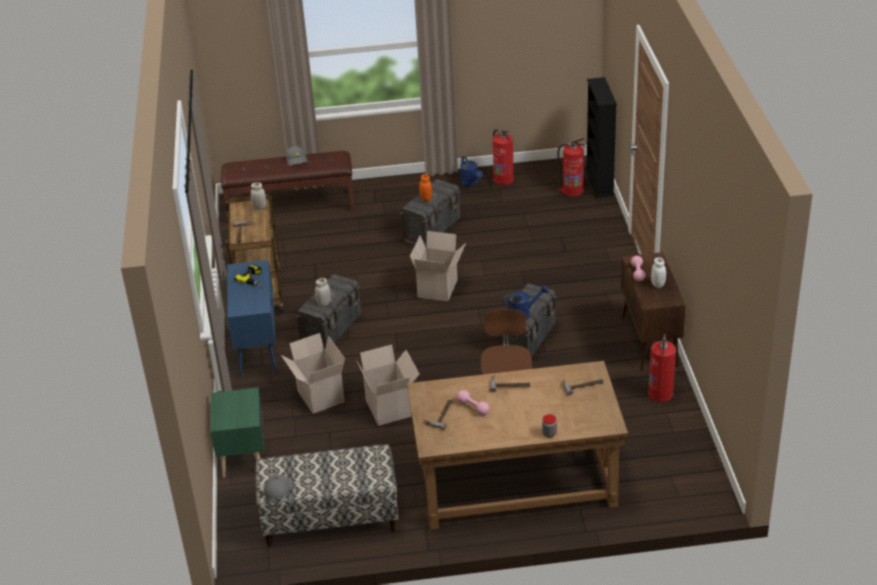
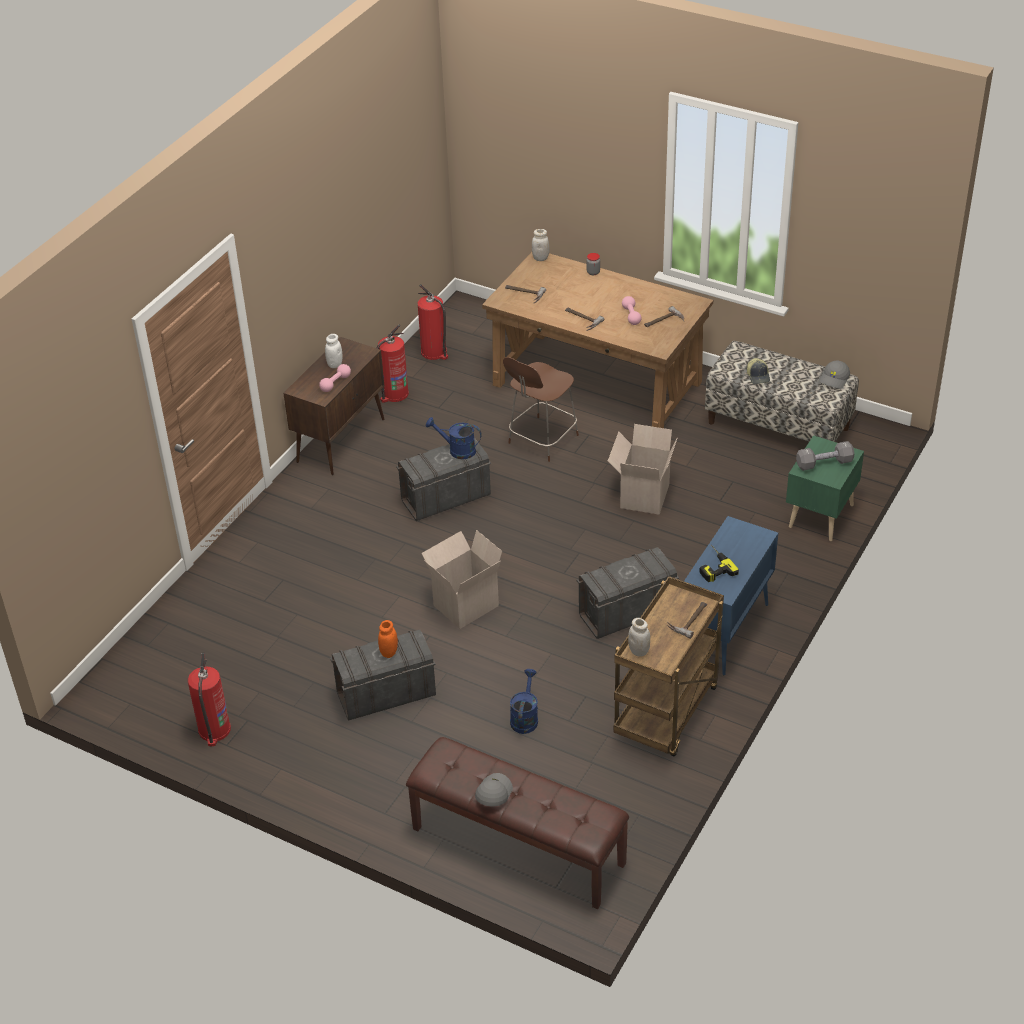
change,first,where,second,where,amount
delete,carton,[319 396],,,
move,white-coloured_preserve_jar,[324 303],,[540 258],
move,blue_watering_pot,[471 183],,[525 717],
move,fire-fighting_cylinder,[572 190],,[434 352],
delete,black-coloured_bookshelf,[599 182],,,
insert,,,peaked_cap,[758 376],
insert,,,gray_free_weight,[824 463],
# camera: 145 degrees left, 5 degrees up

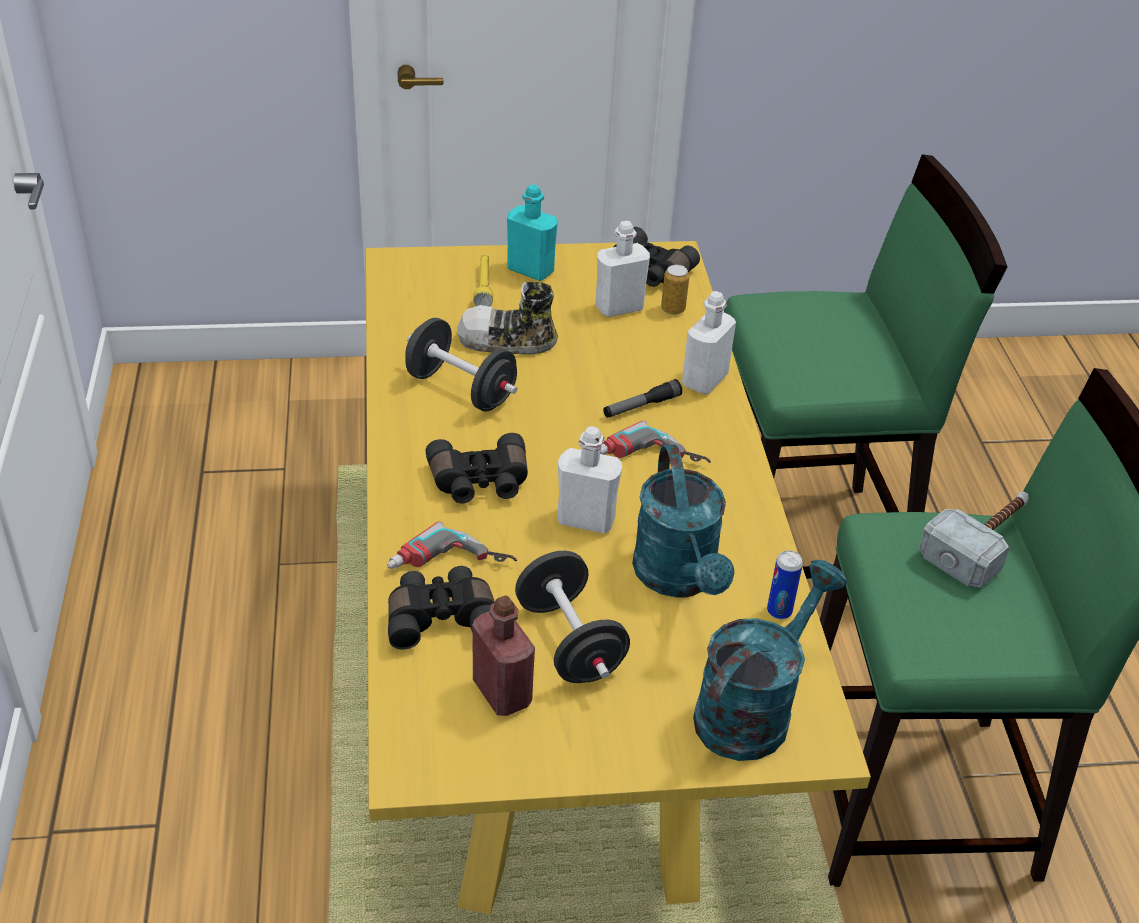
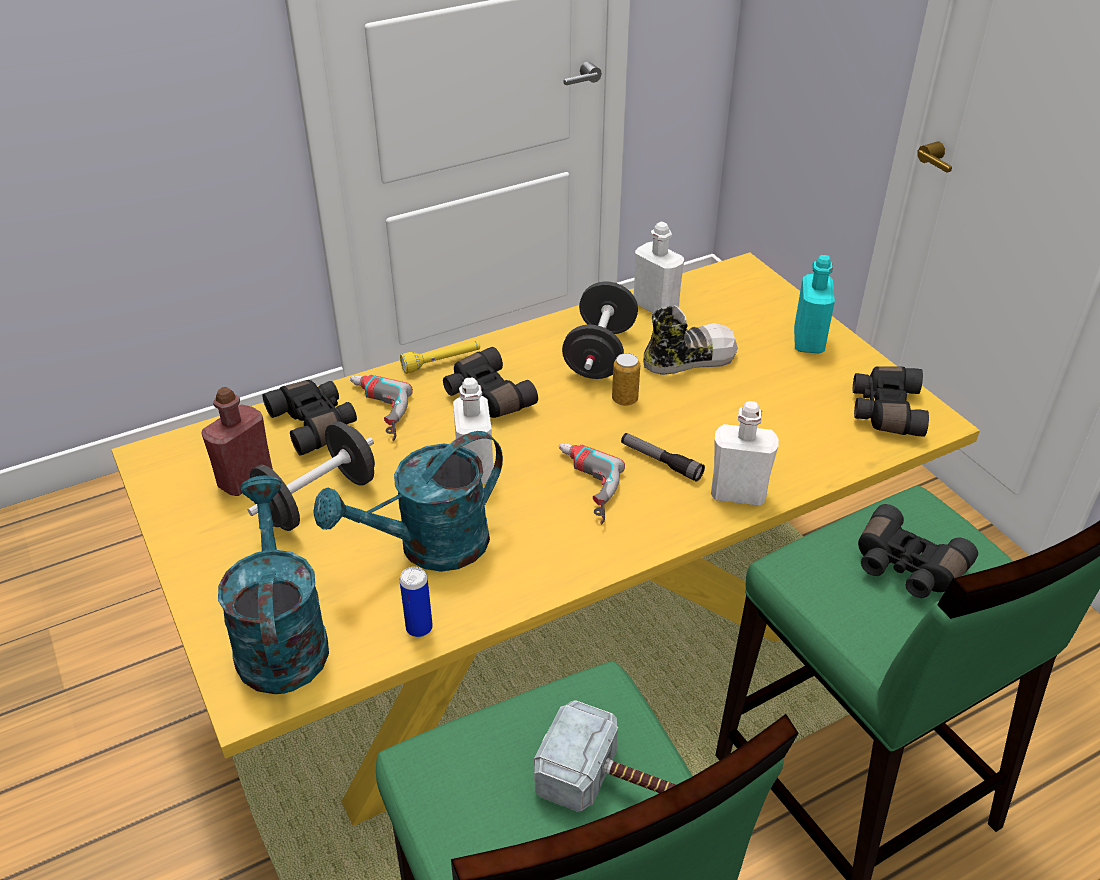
change,first,where,second,where,amount
rotate,low_shoe,[507 341],,[688 358],90 degrees clockwise
move,yellow_flashlight,[483 286],,[442 362],
move,white-coloured_beverage_bottle,[619 307],,[655 306],
move,can,[673 309],,[624 399],
rotate,turquoise-coloured_watering_pot,[752 708],,[280 637],120 degrees counterclockwise
insert,,,black-coloured_field_glasses,[905 567],
# camera: 70 degrees right, 0 degrees up

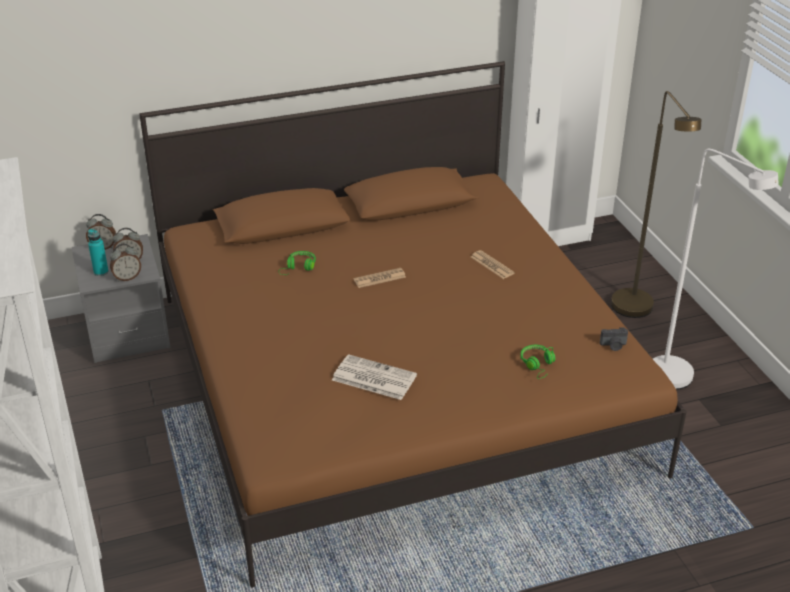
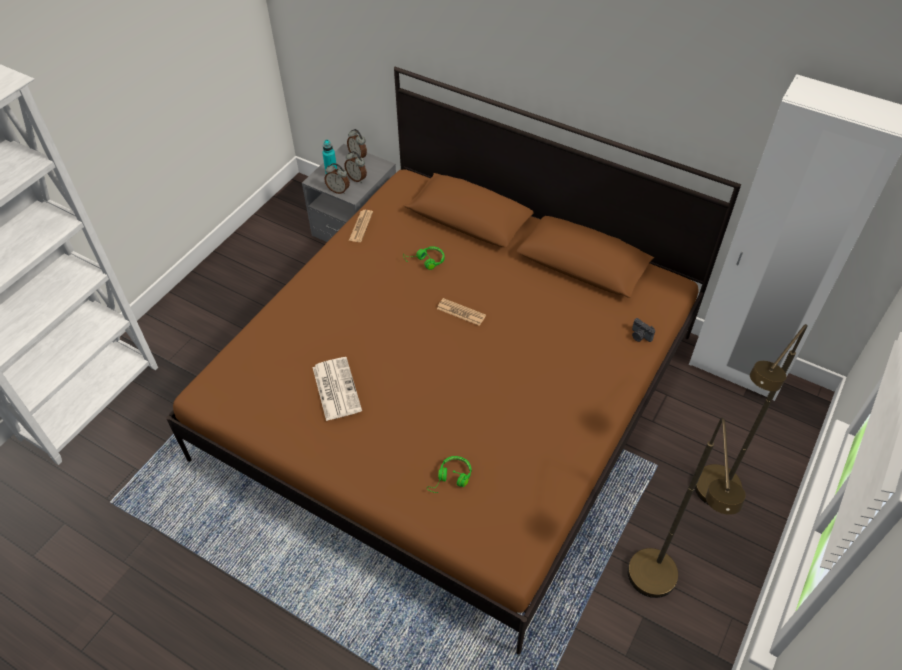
change,first,where,second,where,amount
move,daily_paper,[492 265],,[361 226],
move,still_camera,[613 346],,[640 336],
recolor,white-coloured_floor_lamp,[681 381],brown_floor_lamp,[653 588],
# camera: 50 degrees right, 15 degrees up

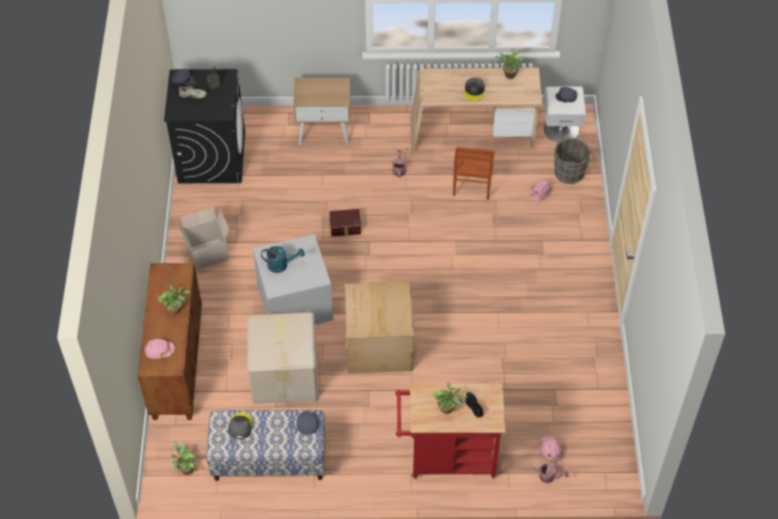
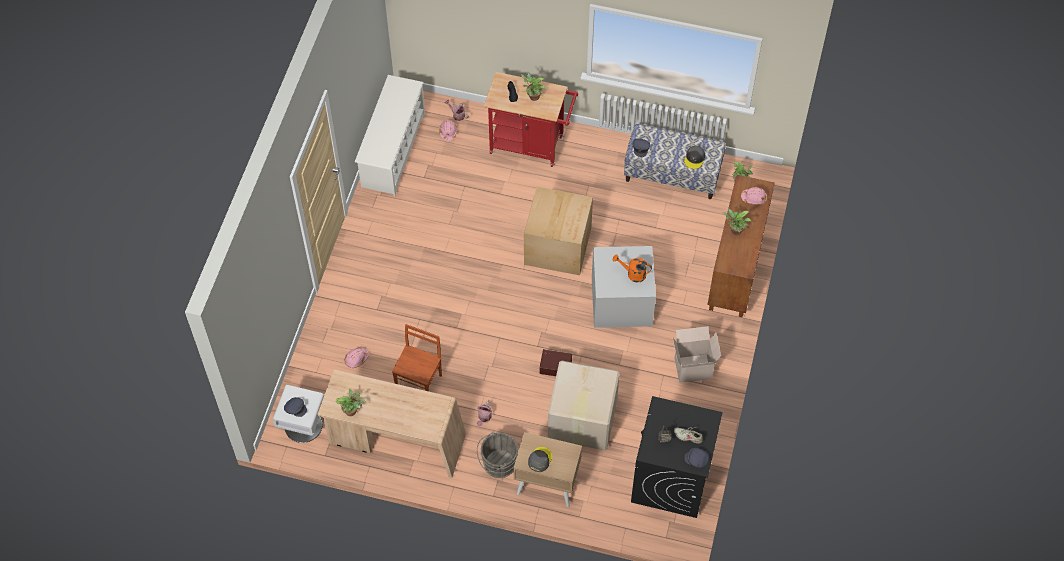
change,first,where,second,where,amount
move,carton,[285 374],,[581 419],
recolor,turquoise-coloured_watering_pot,[281 265],orangey_watering_pot,[633 274],
move,gray_peaked_cap,[474 91],,[539 459],
move,gray_pail,[570 171],,[497 464],
insert,,,white-coloured_shoe_rack,[393 150],
# camera: 165 degrees left, 5 degrees up

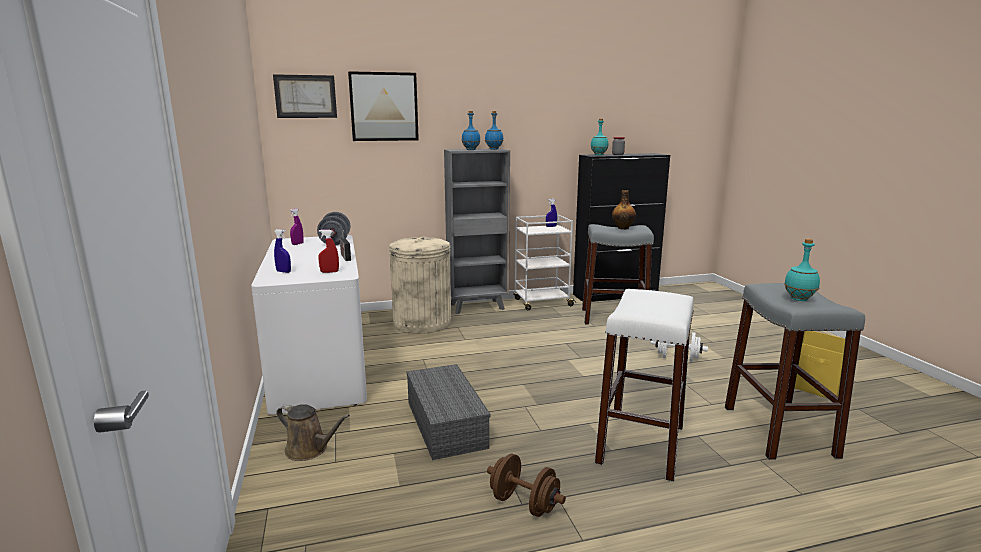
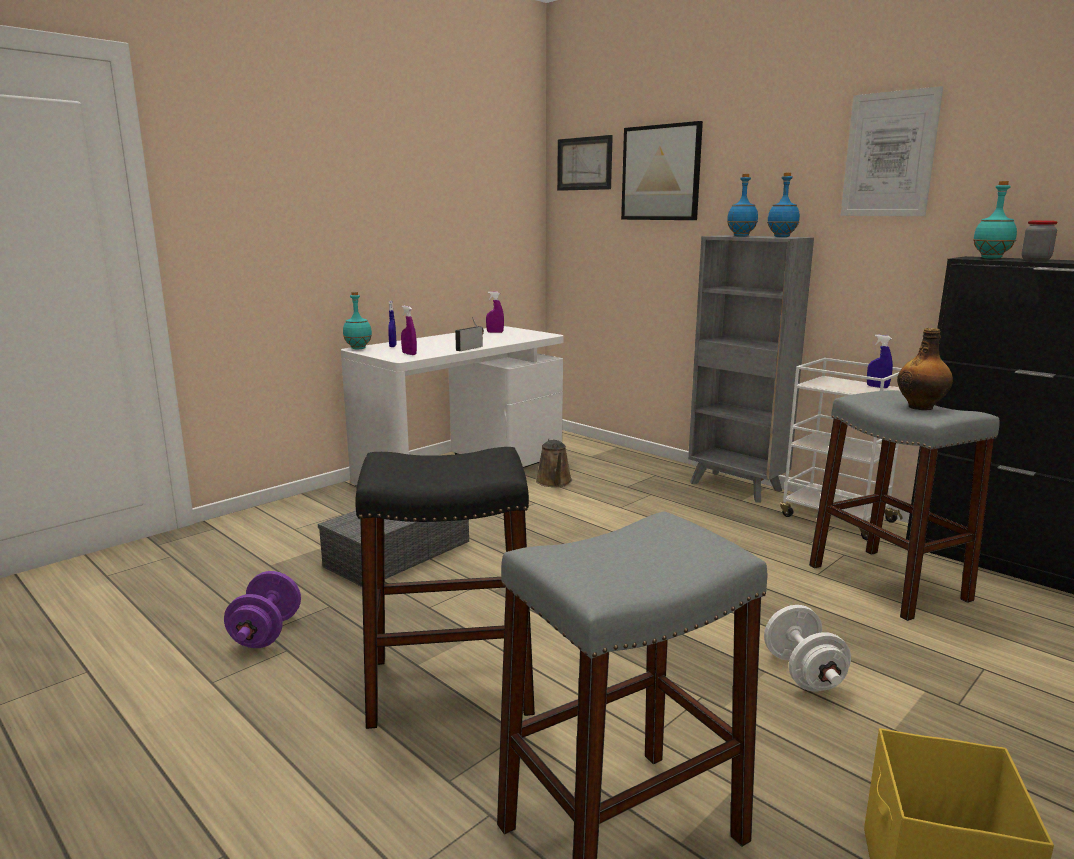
change,first,where,second,where,amount
move,brown_watering_pot,[309 450],,[554 482],
delete,gray_free_weight,[335 242],,,
recolor,red_sprayer,[329 272],purplish_sprayer,[409 354],
delete,beige_trash_can,[422 322],,,
recolor,brown_free_weight,[524 504],purplish_free_weight,[266 633],
recolor,white-coloured_stool_seat,[641 444],black-coloured_stool_seat,[450 685],
move,turquoise-coloured_beverage_bottle,[799 299],,[358 348],
insert,,,wall_art,[889 154],
# camera: 60 degrees right, 0 degrees up

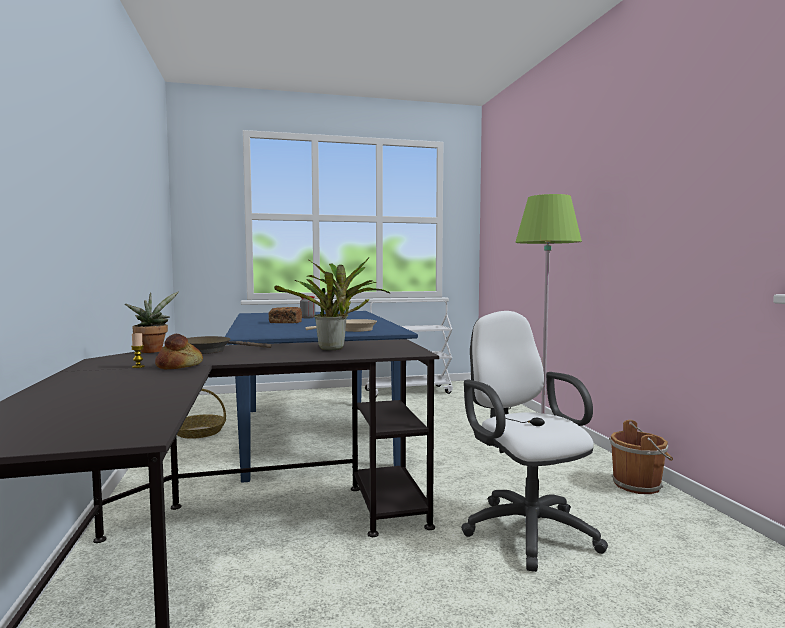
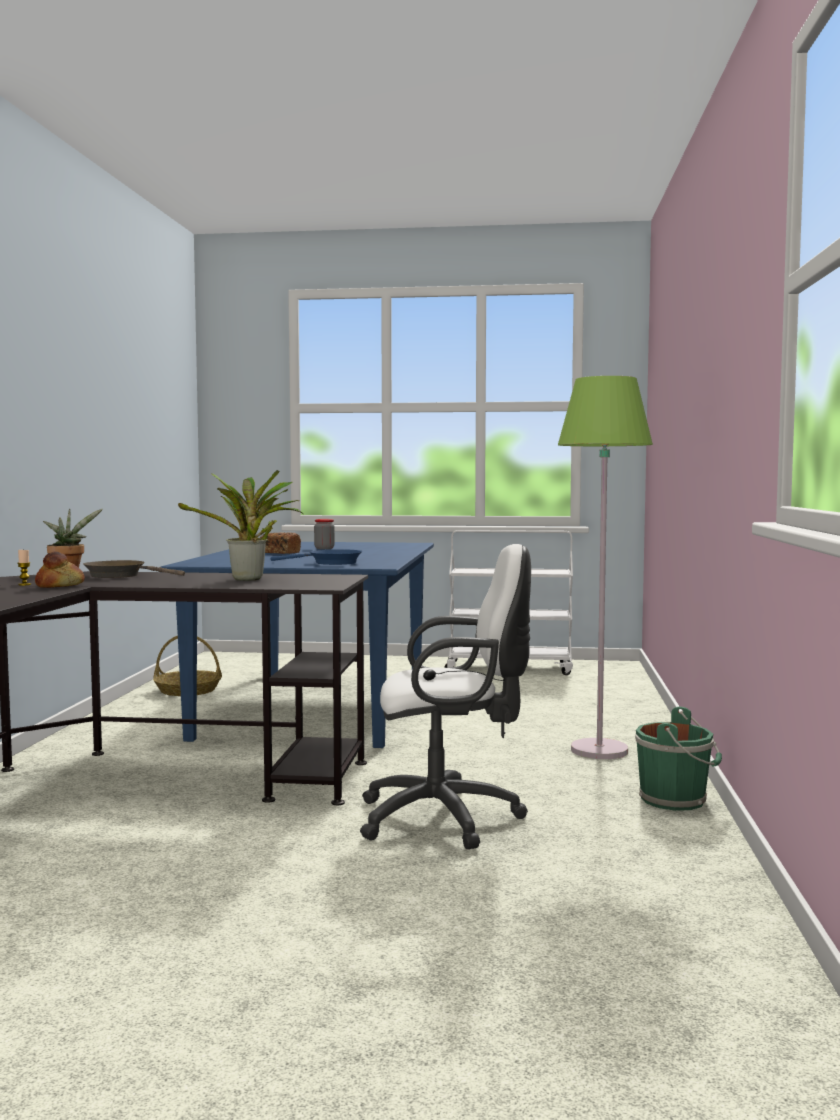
change,first,where,second,where,amount
recolor,beige_frying_pan,[352 330],blue_frying_pan,[330 563],
rotate,white-coloured_computer_chair,[525 528],,[448 818],90 degrees clockwise
recolor,brown_pail,[639 485],greenish_pail,[676 800],
# camera: 20 degrees right, 0 degrees up

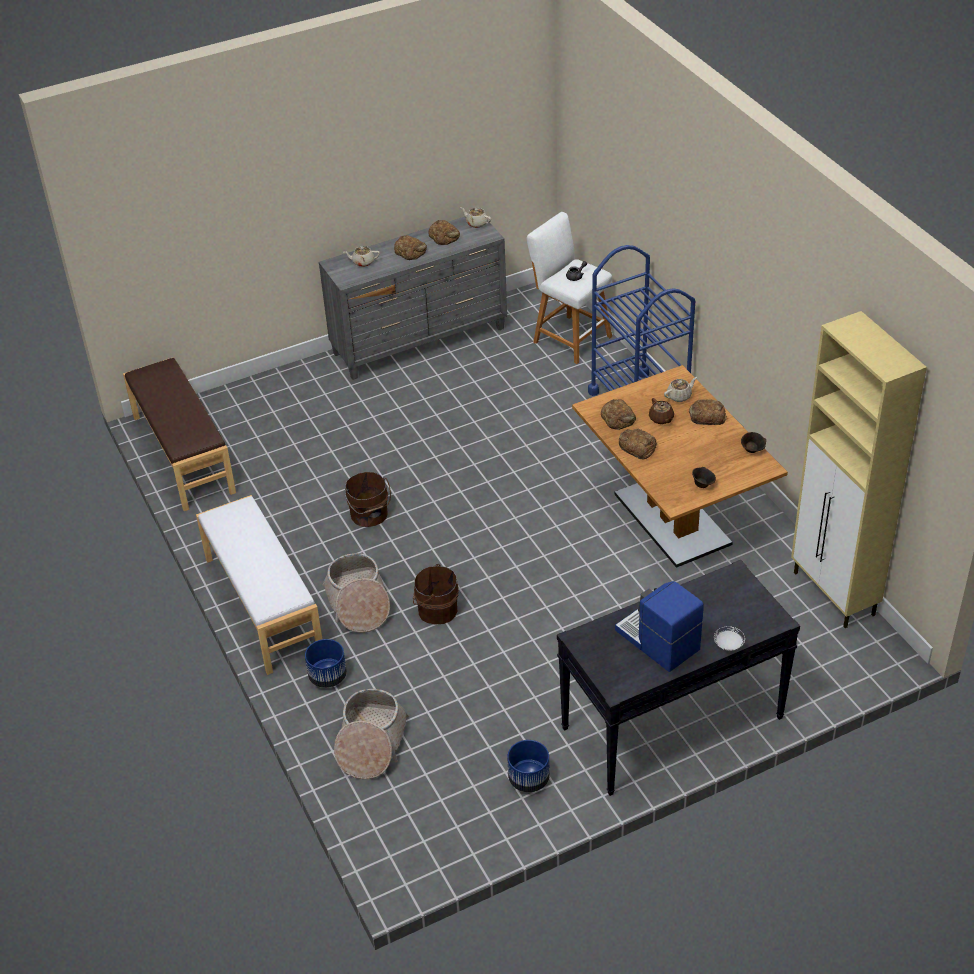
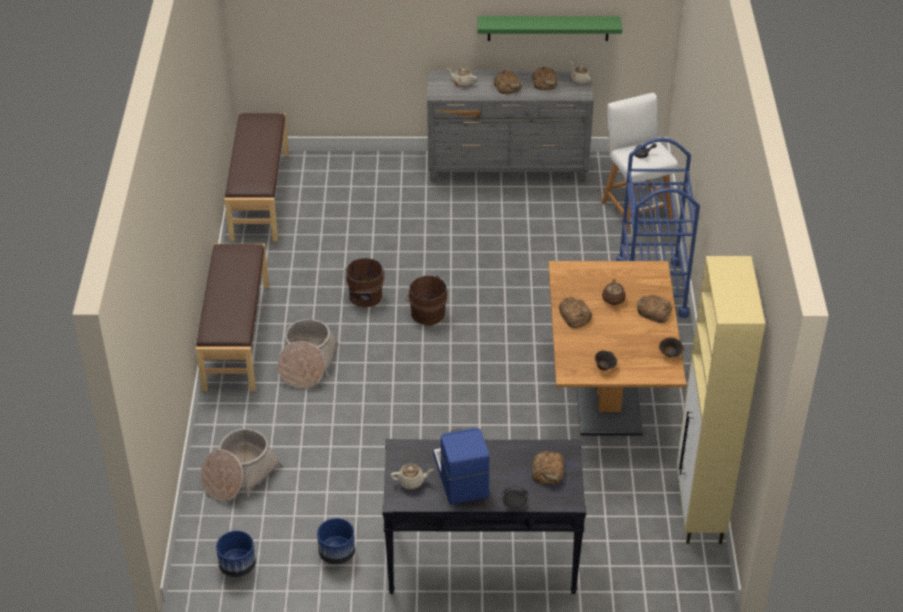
change,first,where,second,where,amount
recolor,white-coloured_bench,[262 605],brown_bench,[235 336],
move,blue_planter,[328 676],,[238 566],
move,brown_pail,[436 609],,[427 313],
move,baked_bread,[618 418],,[548 471],
move,beige_tea_pot,[679 396],,[411 482],
recolor,white-coloured_dinner_plate,[728 644],black-coloured_dinner_plate,[514 503],
insert,,,greenish_bracket_shelf,[548 28],
# camera: 25 degrees right, 0 degrees up

